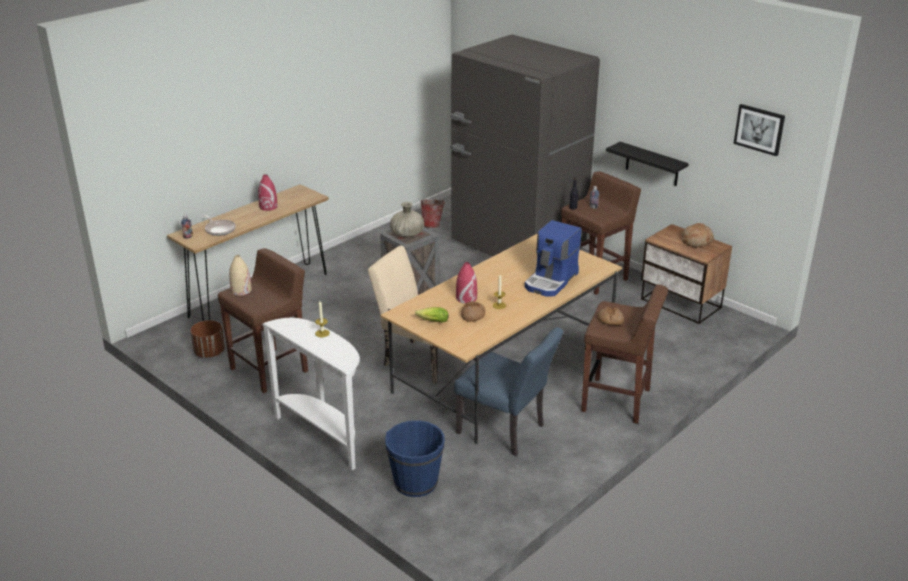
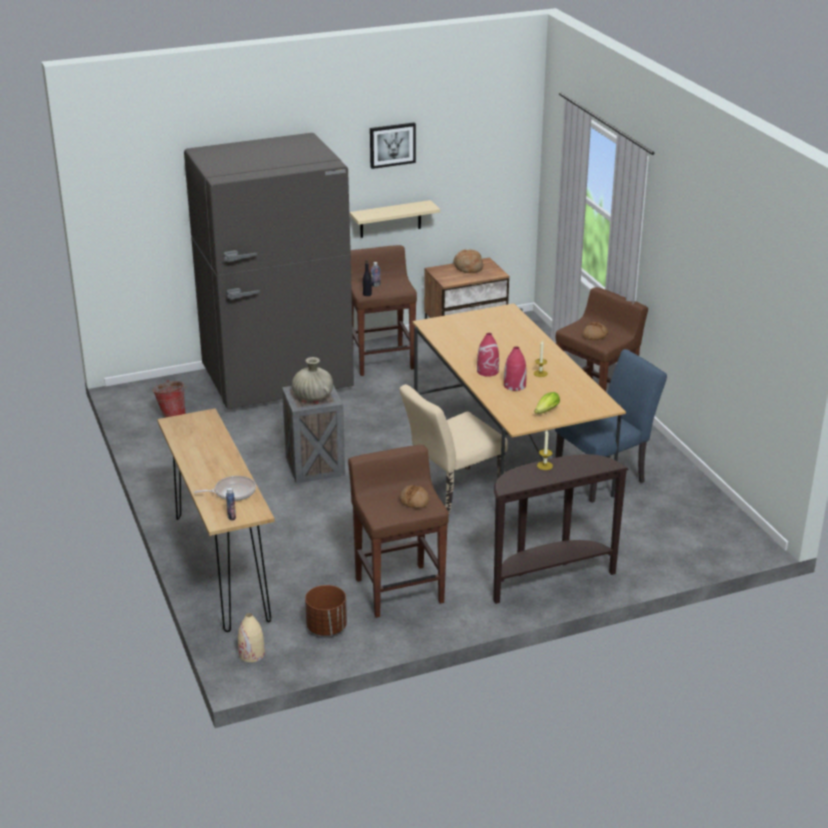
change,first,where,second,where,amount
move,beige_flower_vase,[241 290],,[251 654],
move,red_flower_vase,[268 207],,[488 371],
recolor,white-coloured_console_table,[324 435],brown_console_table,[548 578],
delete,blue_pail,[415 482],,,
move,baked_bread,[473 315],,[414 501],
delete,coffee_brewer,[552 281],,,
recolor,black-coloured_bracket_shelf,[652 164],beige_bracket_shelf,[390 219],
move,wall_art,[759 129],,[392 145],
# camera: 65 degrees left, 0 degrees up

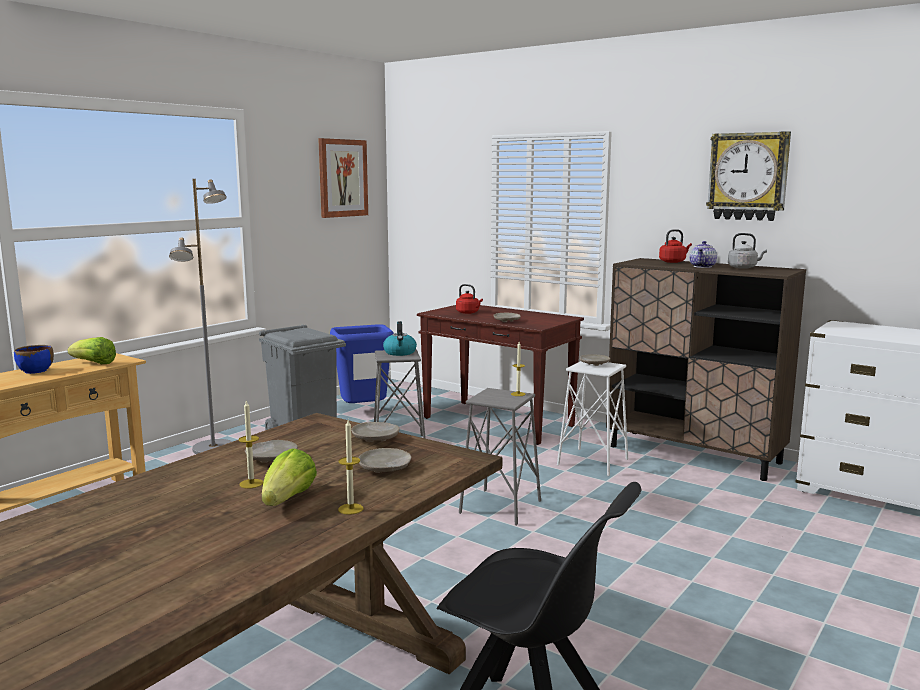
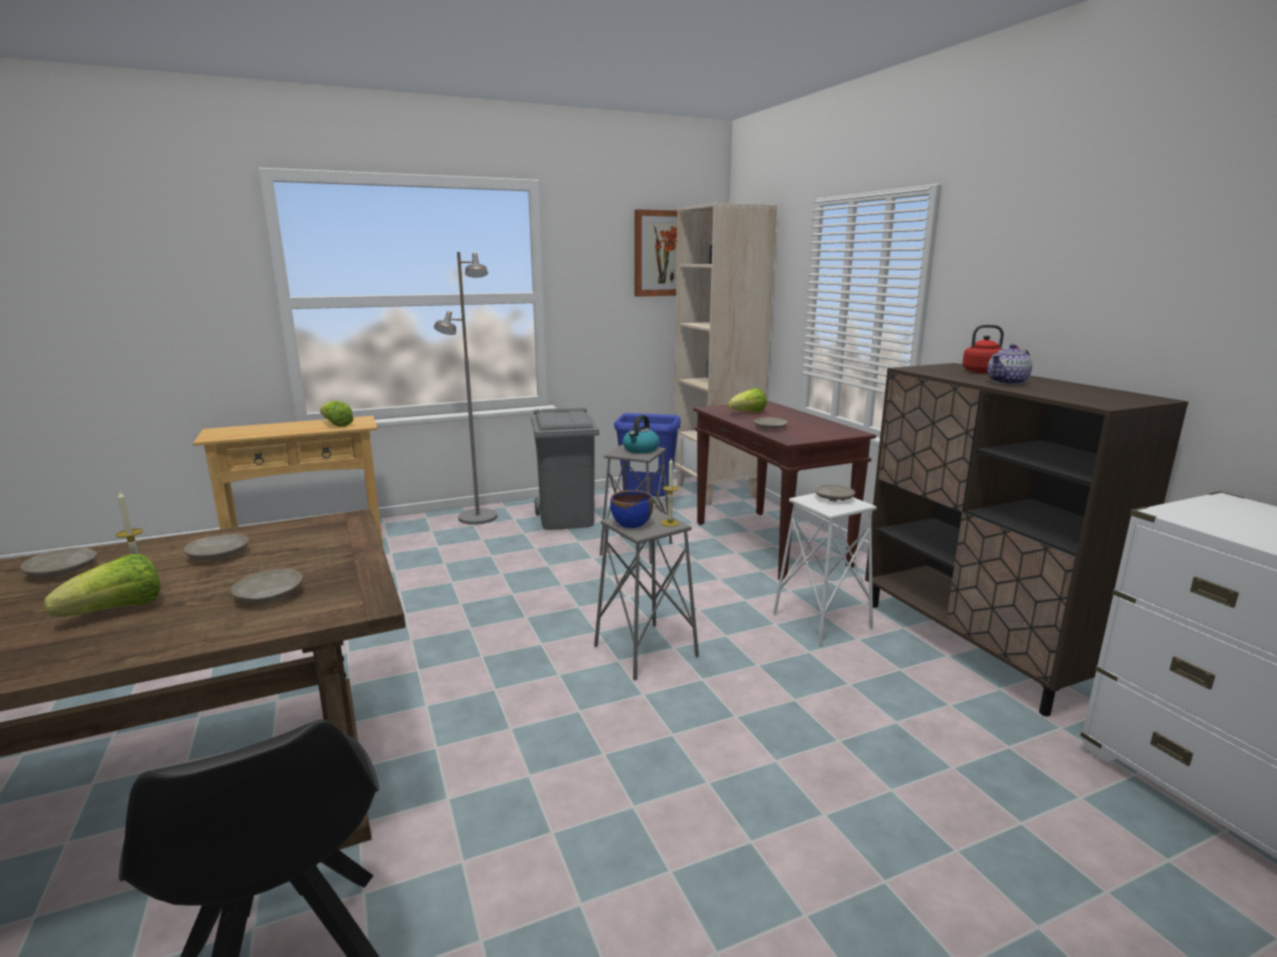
change,first,where,second,where,amount
move,blue_deep_dish,[35 371],,[631 524],
delete,candle,[350 509],,,
move,beige_dinner_plate,[376 438],,[62 571],
replace,red_kettle,[468 313],lettuce,[748 413],
delete,wall_clock,[748 176],,,
delete,gray_kettle,[744 267],,,
insert,,,beige_bookshelf,[716 491],
# camera: 30 degrees right, 5 degrees up

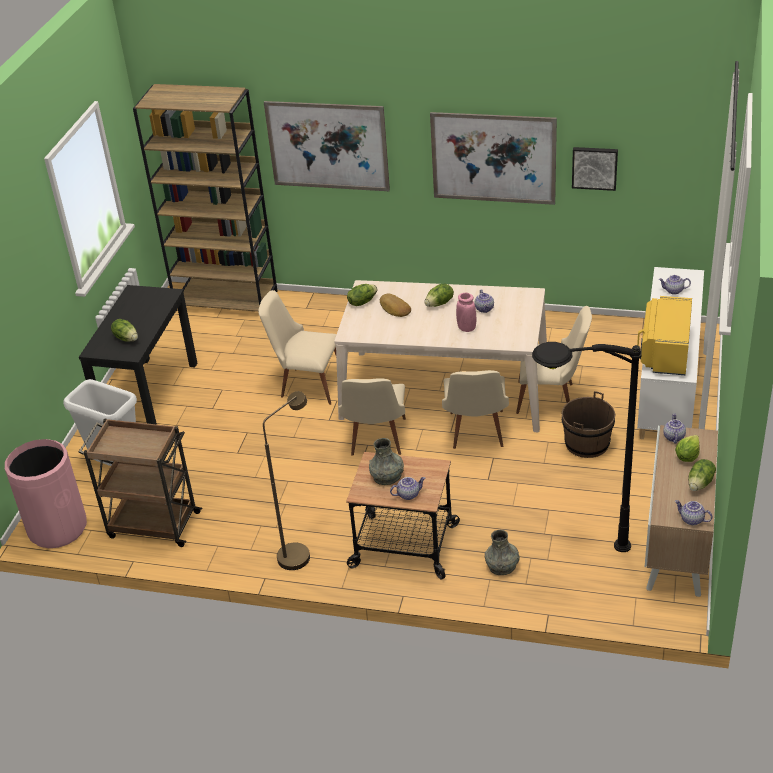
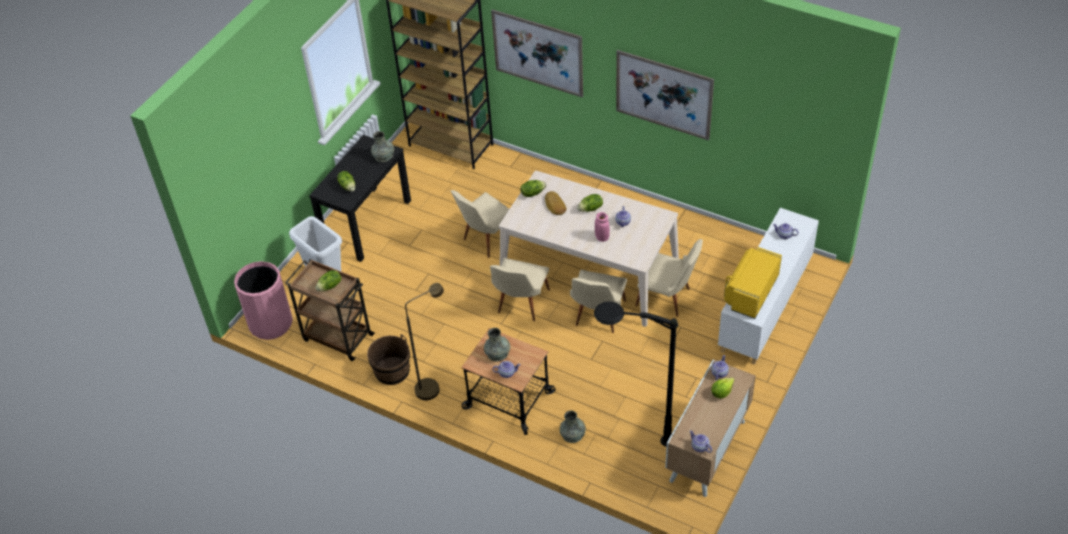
change,first,where,second,where,amount
rotate,beige_chair,[306 384],,[486 240],75 degrees counterclockwise
move,brown_pail,[587 444],,[392 371],
delete,wall_art,[594 167],,,
move,lettuce,[700 483],,[330 286],
insert,,,gray_flower_vase,[384 156],
# camera: 15 degrees right, 10 degrees up

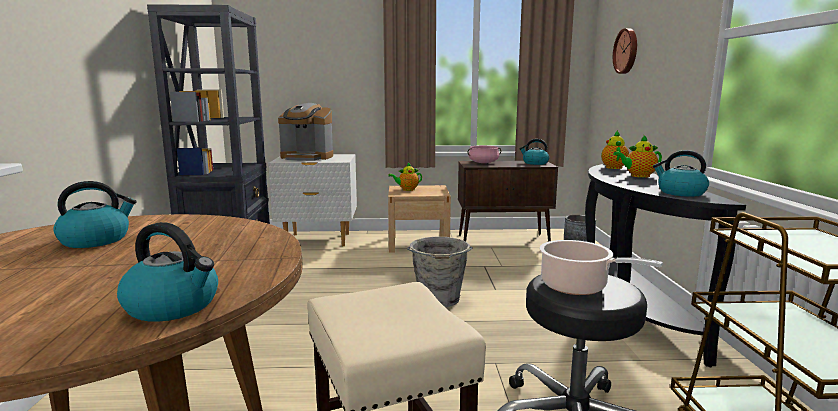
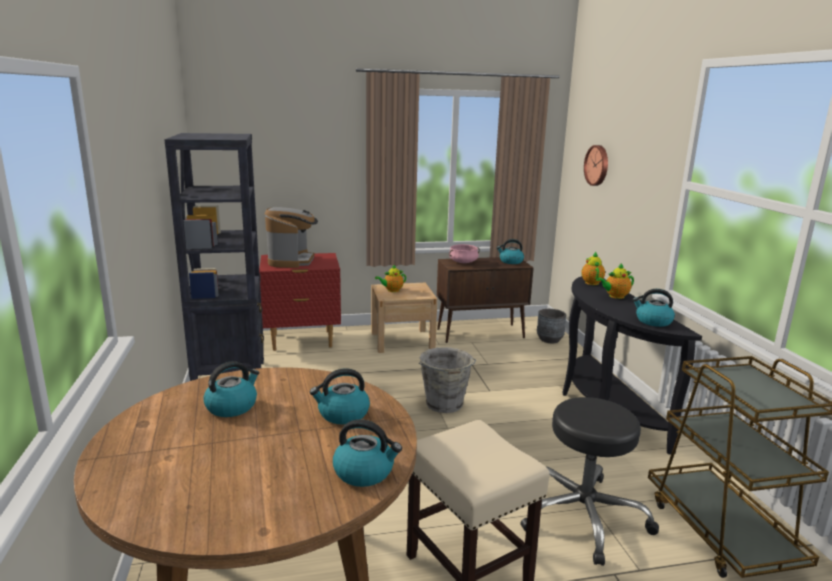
change,first,where,second,where,amount
recolor,white-coloured_night_table,[318 240],red_night_table,[302 341],
rotate,coffee_brewer,[307 157],,[292 261],90 degrees counterclockwise
delete,stockpot,[578 287],,,
insert,,,kettle,[342 414],
# camera: 10 degrees left, 5 degrees up

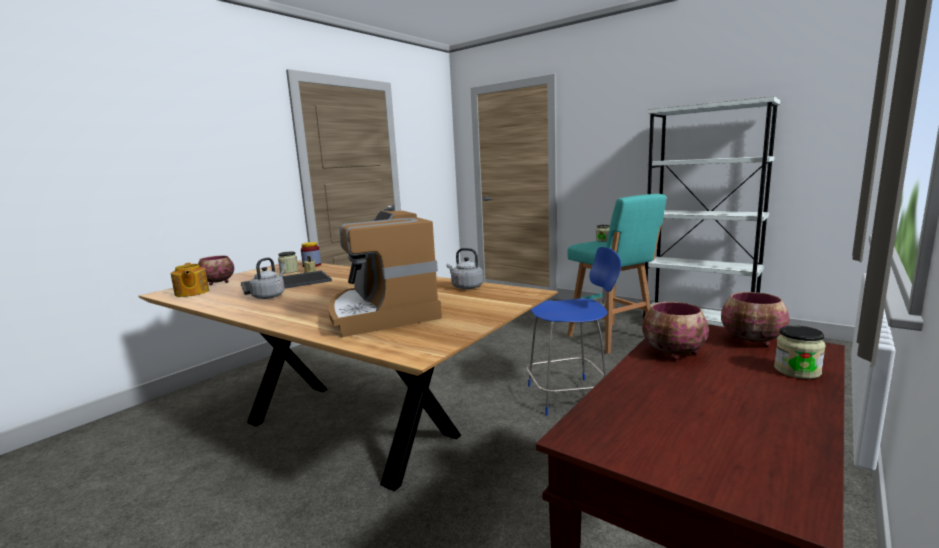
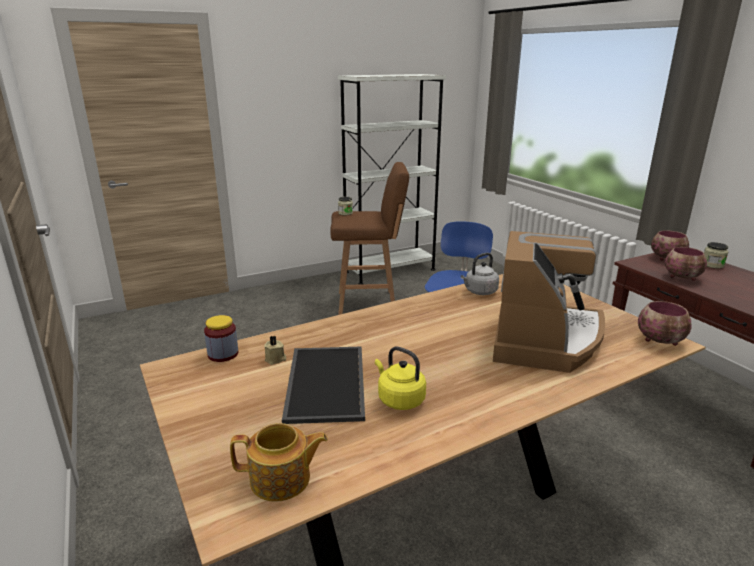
change,first,where,second,where,amount
move,deep_dish,[217 283],,[661 341],
recolor,gray_kettle,[270 296],yellow_kettle,[399 399],
delete,preserve_jar,[289 271],,,
rotate,coffee_brewer,[382 313],,[545 340],75 degrees counterclockwise
recolor,turquoise-coloured_stool_seat,[612 338],brown_stool_seat,[369 304],
# camera: 65 degrees left, 10 degrees up

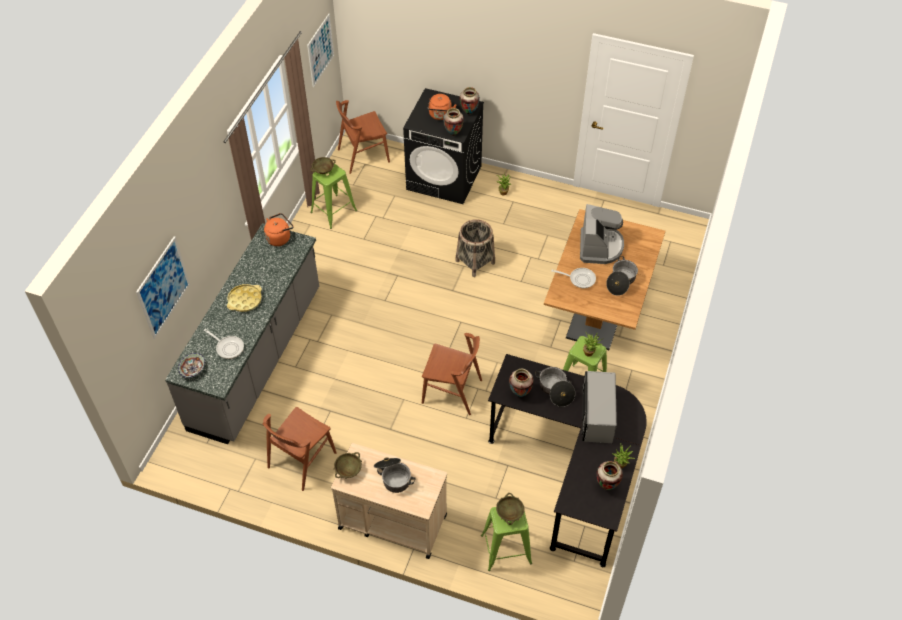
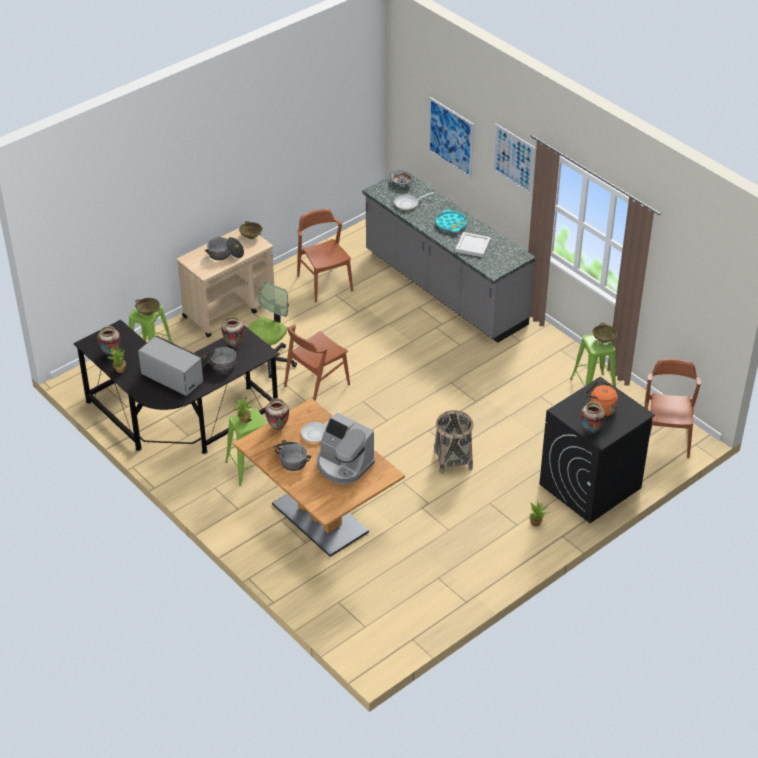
change,first,where,second,where,amount
recolor,yellow_serving_tray,[245 300],turquoise-coloured_serving_tray,[451 224],
delete,orangey_kettle,[279 238],,,
move,wall_art,[320 50],,[514 158],
move,flower_vase,[453 133],,[278 427],
insert,,,computer_chair,[269 361],
insert,,,white-coloured_serving_tray,[473 246],
# camera: 120 degrees right, 10 degrees down

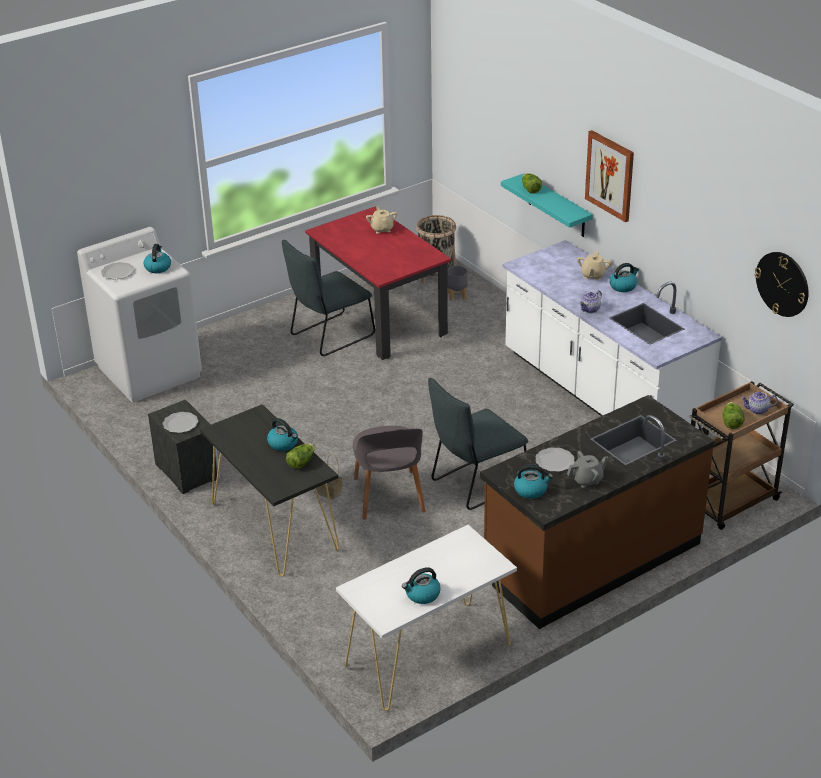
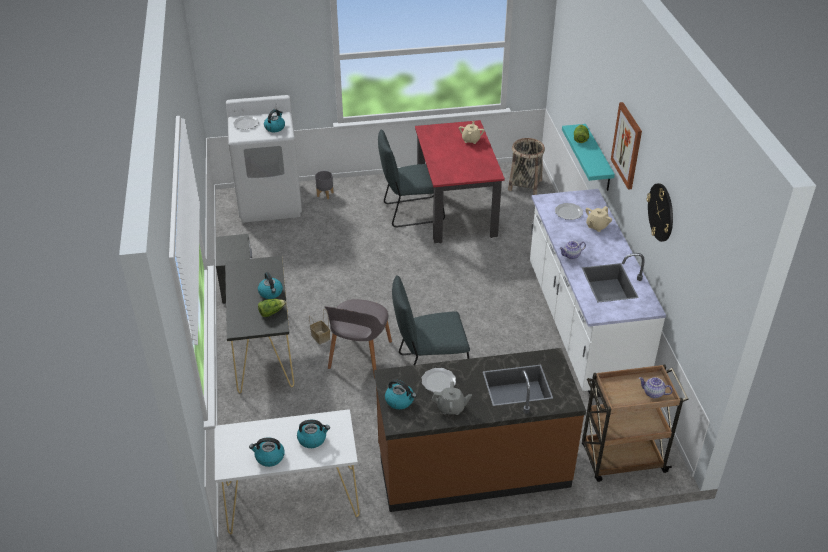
change,first,where,second,where,amount
move,dinner_plate,[181 424],,[569 213],
move,gray_planter,[457 295],,[325 194],
move,kettle,[623 286],,[312 439],
delete,lettuce,[731 422],,,
move,wall_clock,[782 284],,[661 212],
# camera: 25 degrees right, 5 degrees up

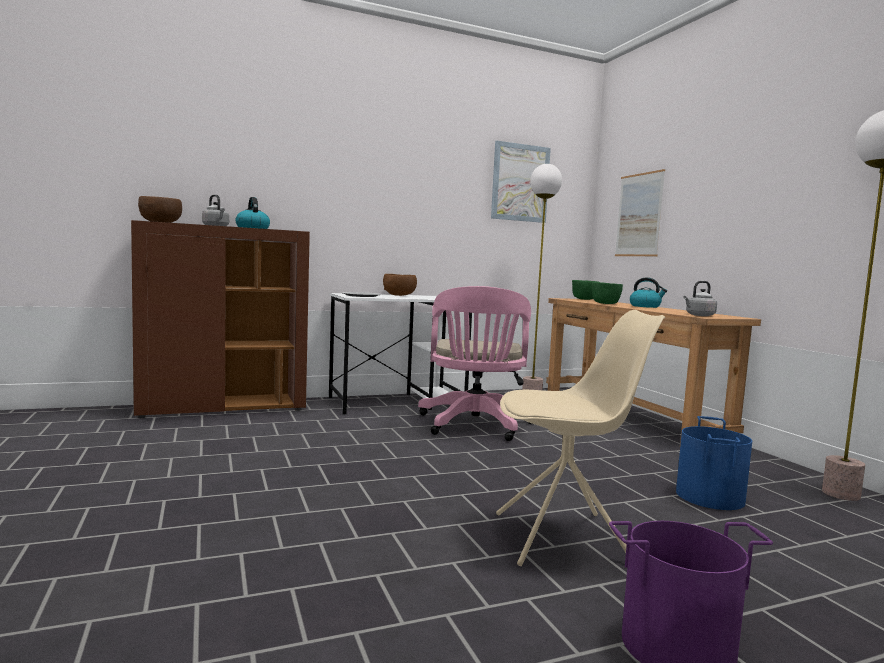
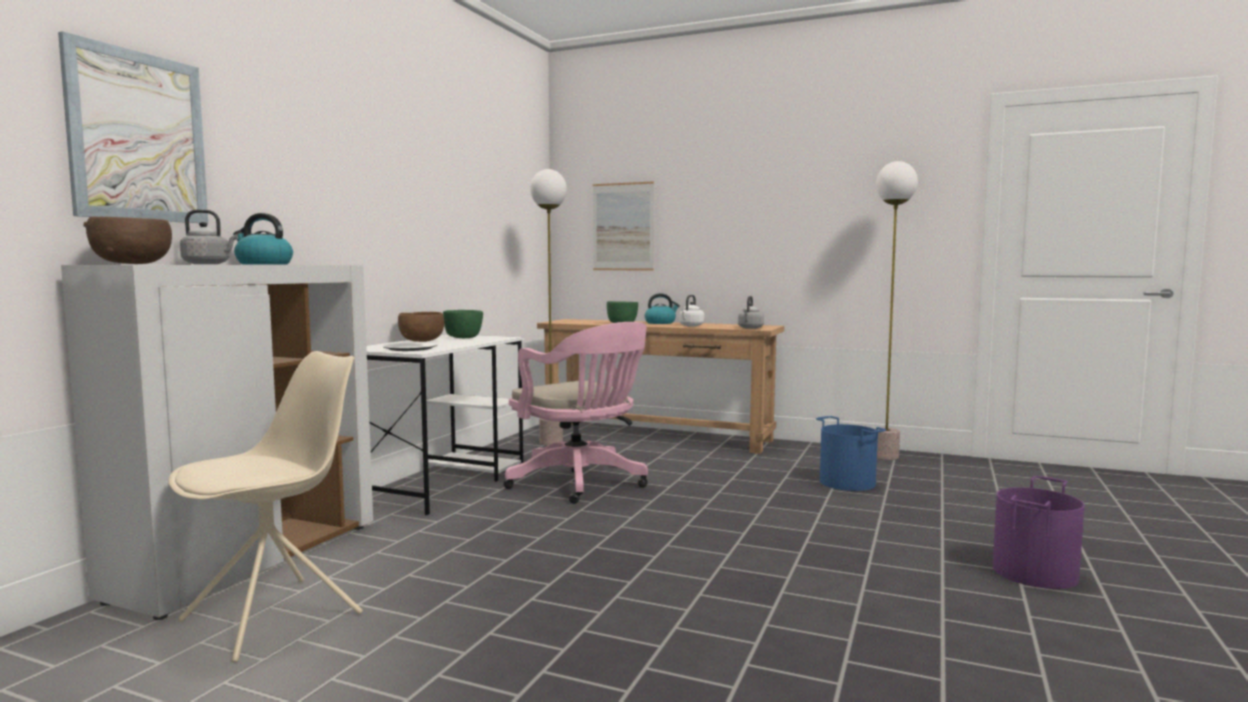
change,first,where,second,where,amount
recolor,brown_cabinet,[224 408],white-coloured_cabinet,[250 560],
move,wall_art,[520 183],,[138 136],
move,beige_chair,[564 538],,[275 616],
move,greenish_deep_dish,[584 299],,[464 338],
insert,,,white-coloured_kettle,[690 326],
# camera: 45 degrees left, 0 degrees up

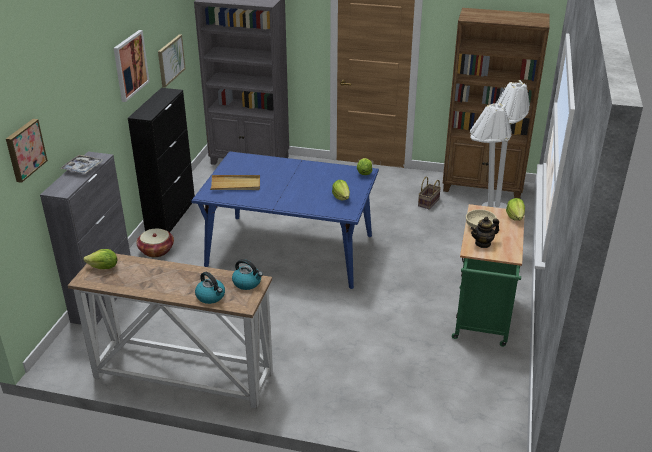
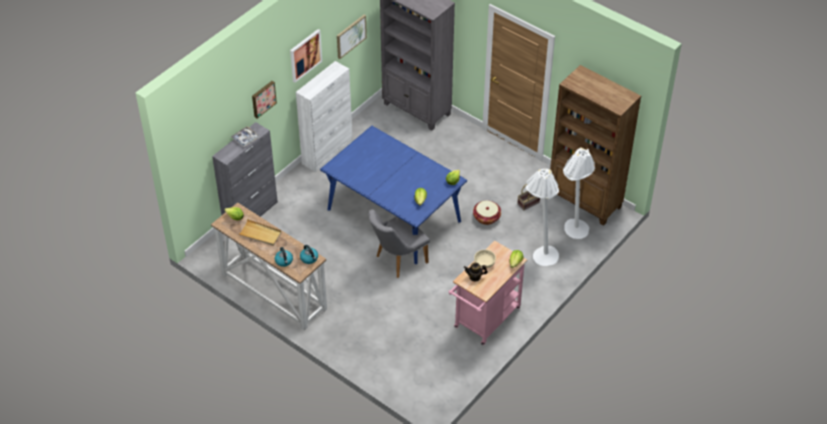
change,first,where,second,where,amount
move,wall_art,[24 150],,[263 98],
recolor,black-coloured_cabinet,[171 215],white-coloured_cabinet,[327 152],
move,household_basket,[156 250],,[486 217],
move,beige_serving_tray,[235 185],,[260 234],
recolor,greenish_trolley,[482 320],pink-coloured_trolley,[484 321],
insert,,,gray_chair,[397 260],
# camera: 25 degrees right, 15 degrees up

